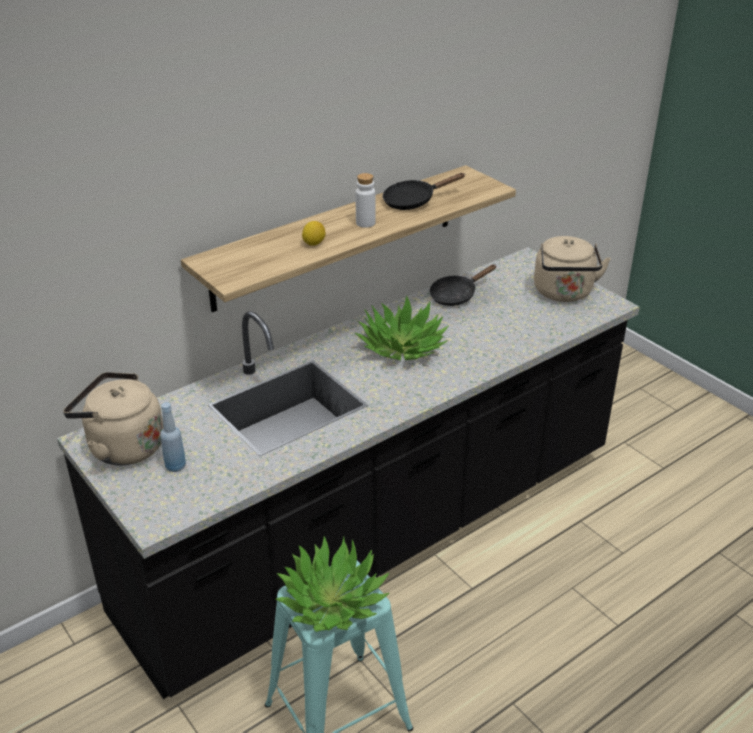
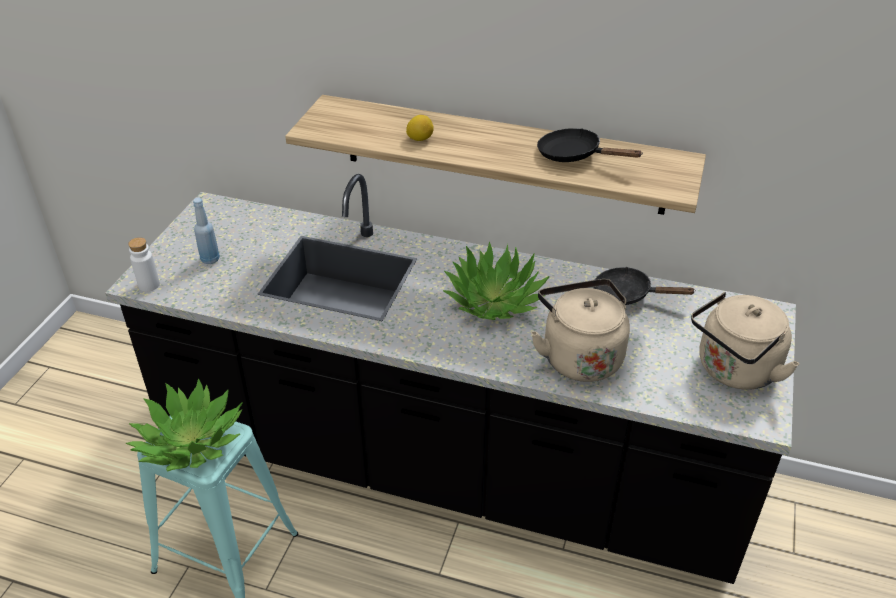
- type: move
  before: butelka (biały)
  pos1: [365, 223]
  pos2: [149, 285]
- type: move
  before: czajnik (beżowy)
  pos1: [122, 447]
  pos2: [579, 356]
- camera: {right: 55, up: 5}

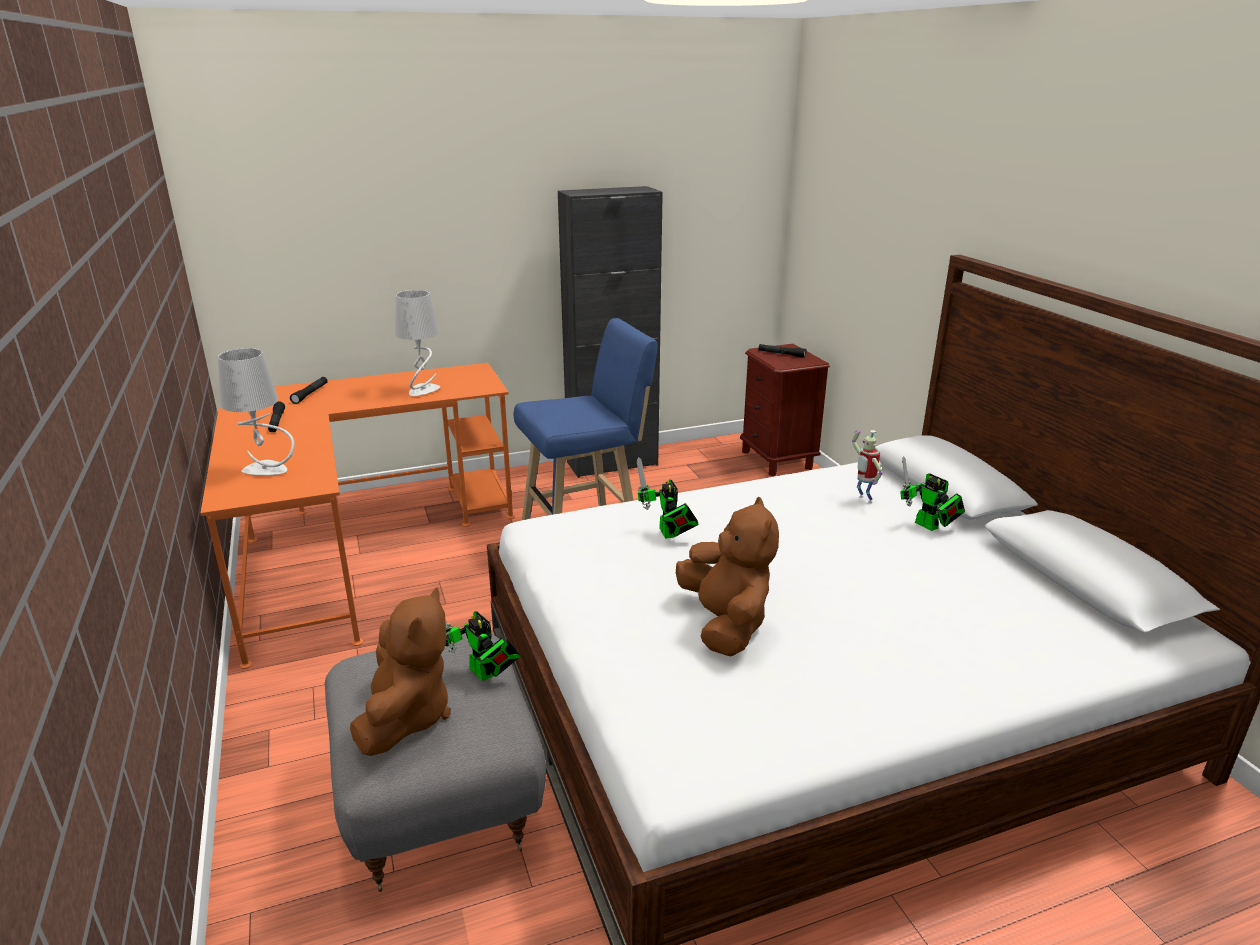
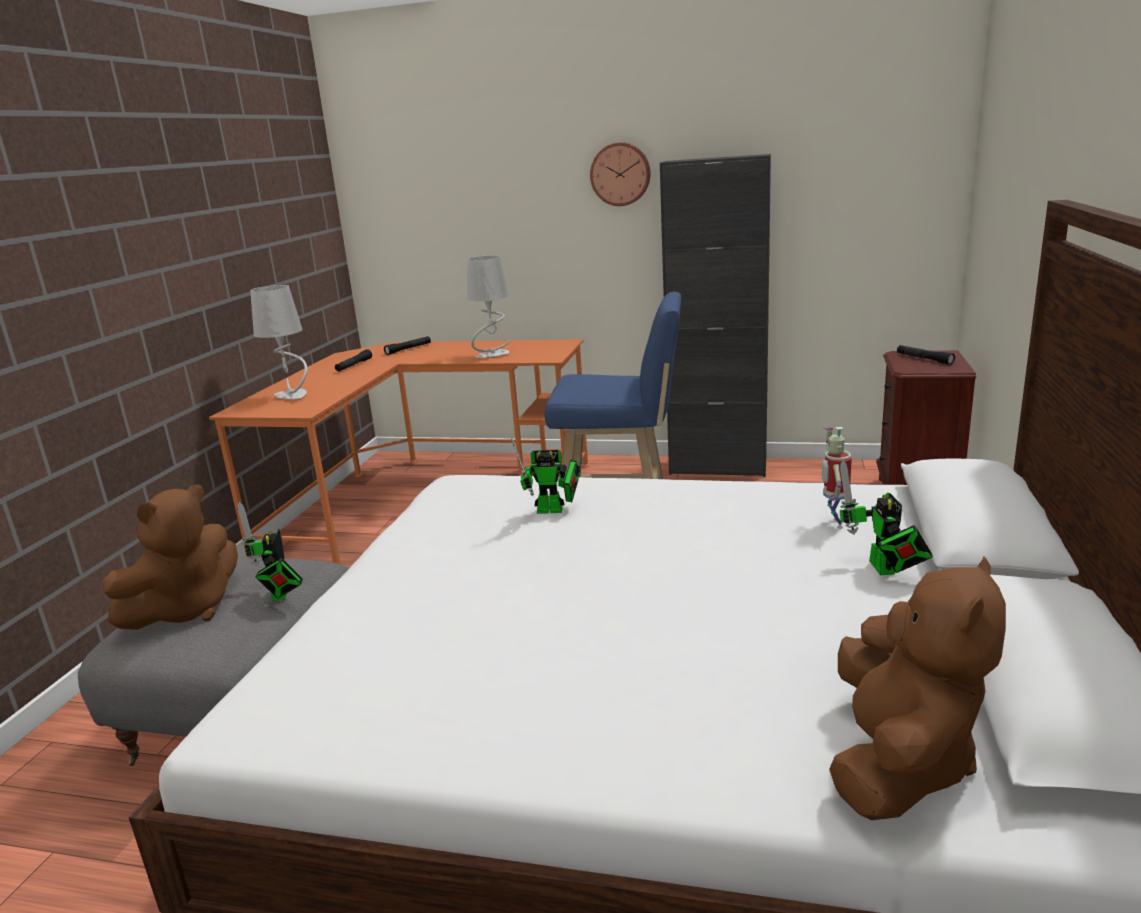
- type: rotate
  before: robot zabawkowy
  pos1: [668, 534]
  pos2: [554, 510]
  turn: -105
- type: insert
  after: zegar ścienny
  pos2: [620, 174]
- type: move
  before: pluszak (brązowy)
  pos1: [725, 624]
  pos2: [899, 762]
- camera: {right: 35, up: -5}

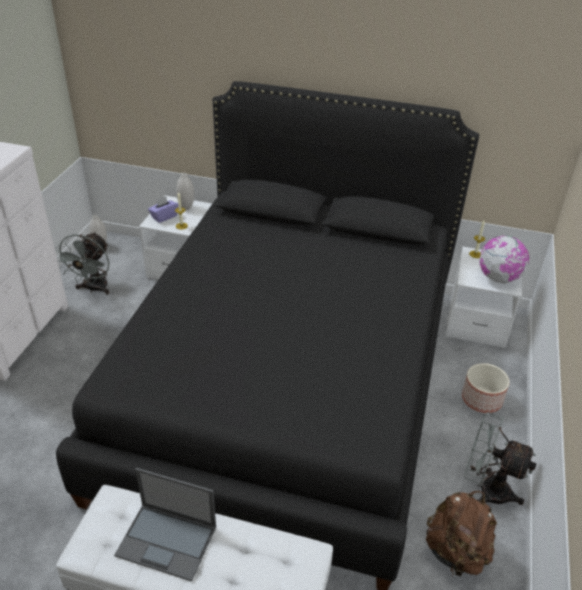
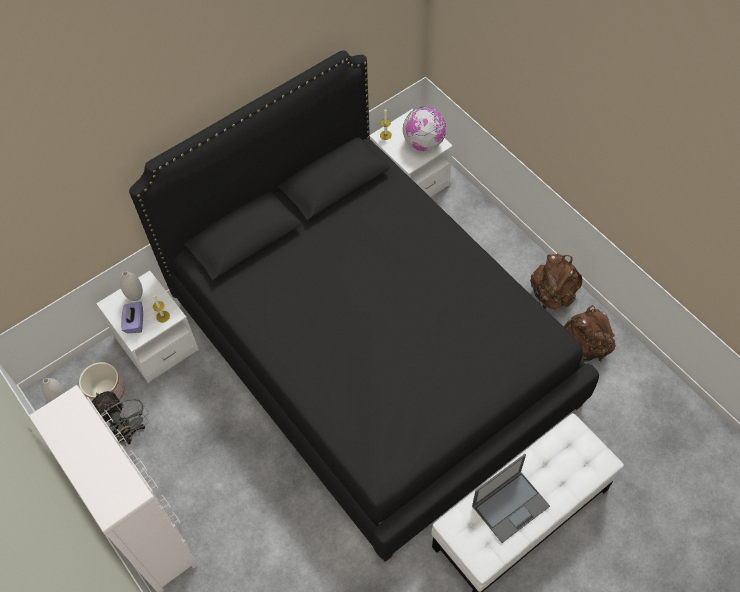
- type: move
  before: donica
  pos1: [482, 399]
  pos2: [106, 391]
- type: replace
  before: wentylator (szary)
  after: plecak (brązowy)
  pos1: [486, 489]
  pos2: [552, 295]
- camera: {right: -50, up: 20}

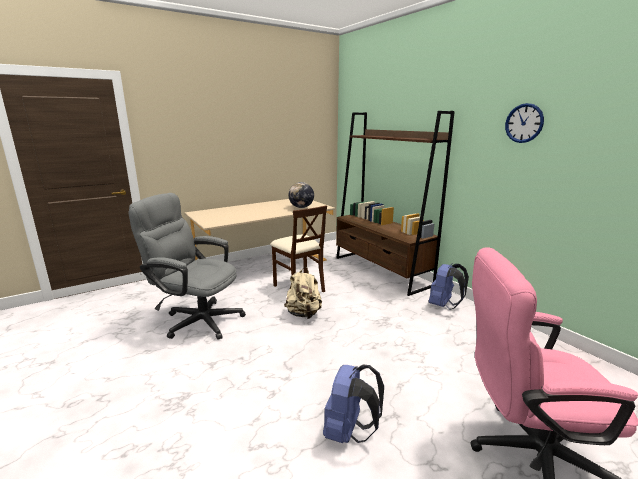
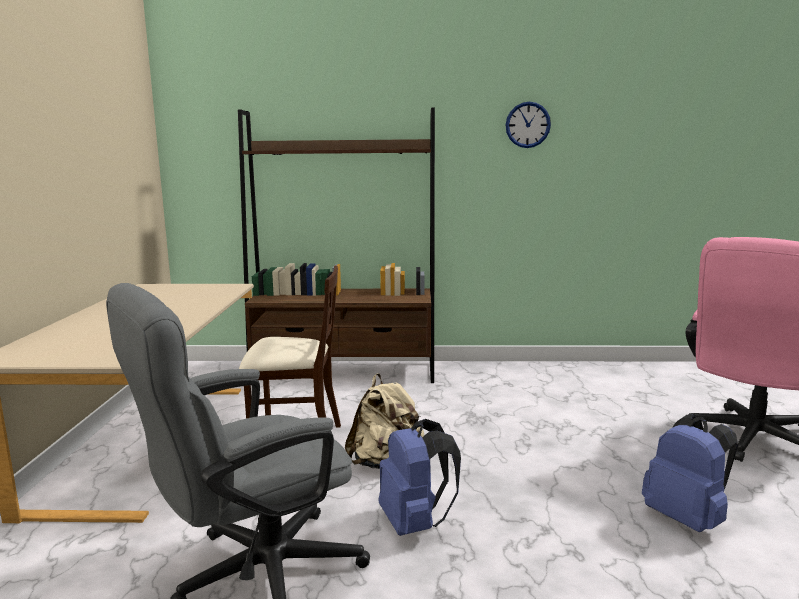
- type: move
  before: plecak (niebieski)
  pos1: [444, 305]
  pos2: [415, 523]
- type: delete
  before: globus
  pos1: [301, 207]
- camera: {right: -55, up: -5}

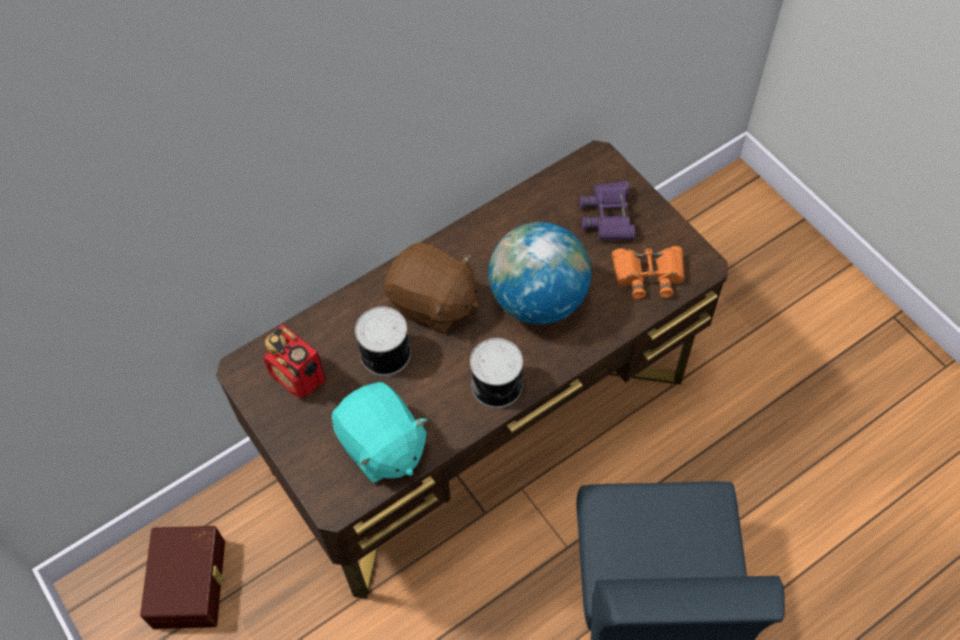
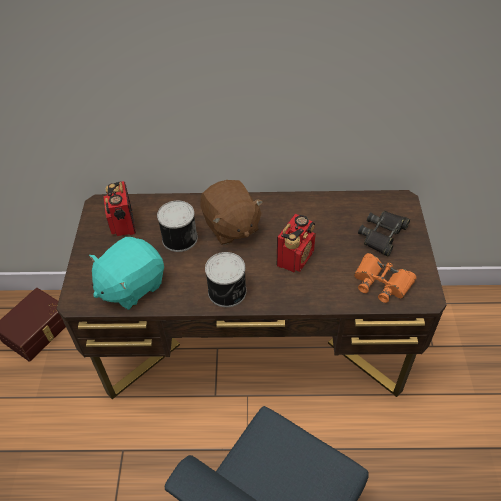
- type: rotate
  before: pluszak (turkusowy)
  pos1: [382, 446]
  pos2: [131, 286]
  turn: 45
- type: replace
  before: globus
  after: radio
  pos1: [538, 299]
  pos2: [295, 258]
- type: recolor
  before: lornetka (fioletowy)
  after: lornetka (czarny)
  pos1: [608, 215]
  pos2: [383, 235]
- camera: {right: 35, up: -10}

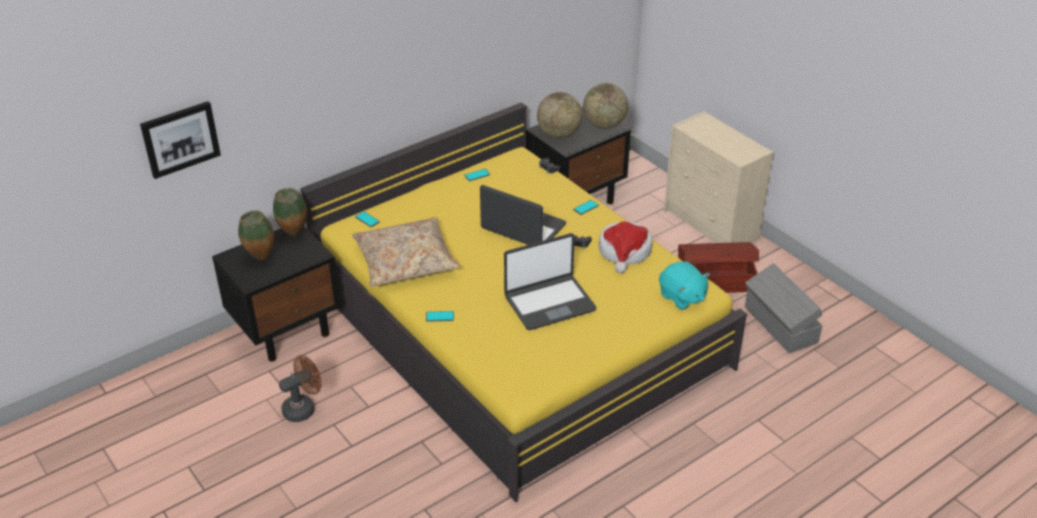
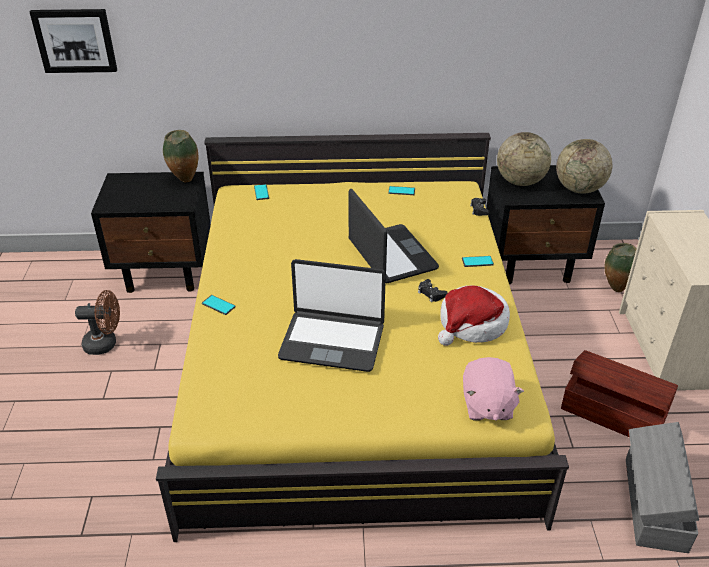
- type: recolor
  before: pluszak (turkusowy)
  after: pluszak (różowy)
  pos1: [682, 297]
  pos2: [487, 405]
- type: move
  before: wazon
  pos1: [260, 259]
  pos2: [615, 289]
- type: delete
  before: poduszka (beżowy)
  pos1: [406, 261]
- camera: {right: 35, up: 0}

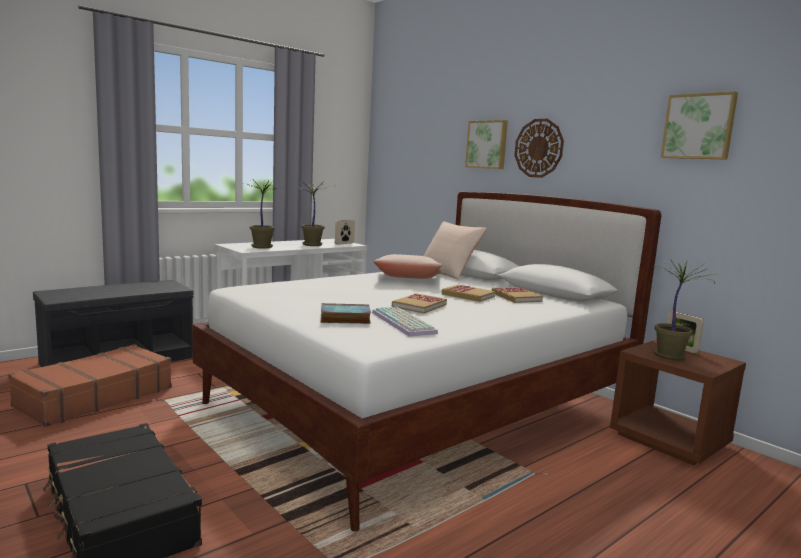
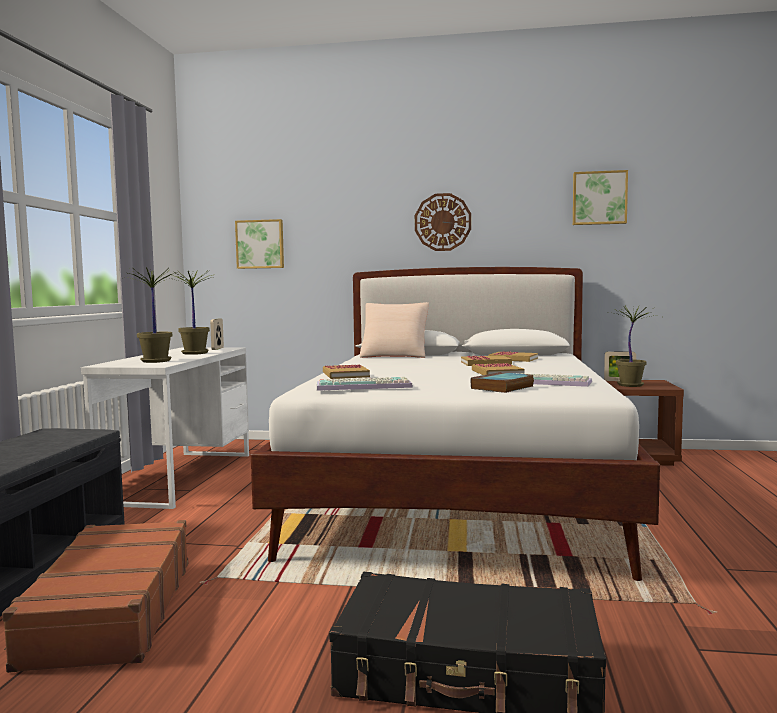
- type: move
  before: obraz
  pos1: [487, 144]
  pos2: [260, 244]
- type: insert
  after: klawiatura
  pos2: [365, 386]
- type: insert
  after: książka
  pos2: [345, 374]
- type: delete
  before: poduszka (beżowy)
  pos1: [408, 280]
- camera: {right: -40, up: -5}

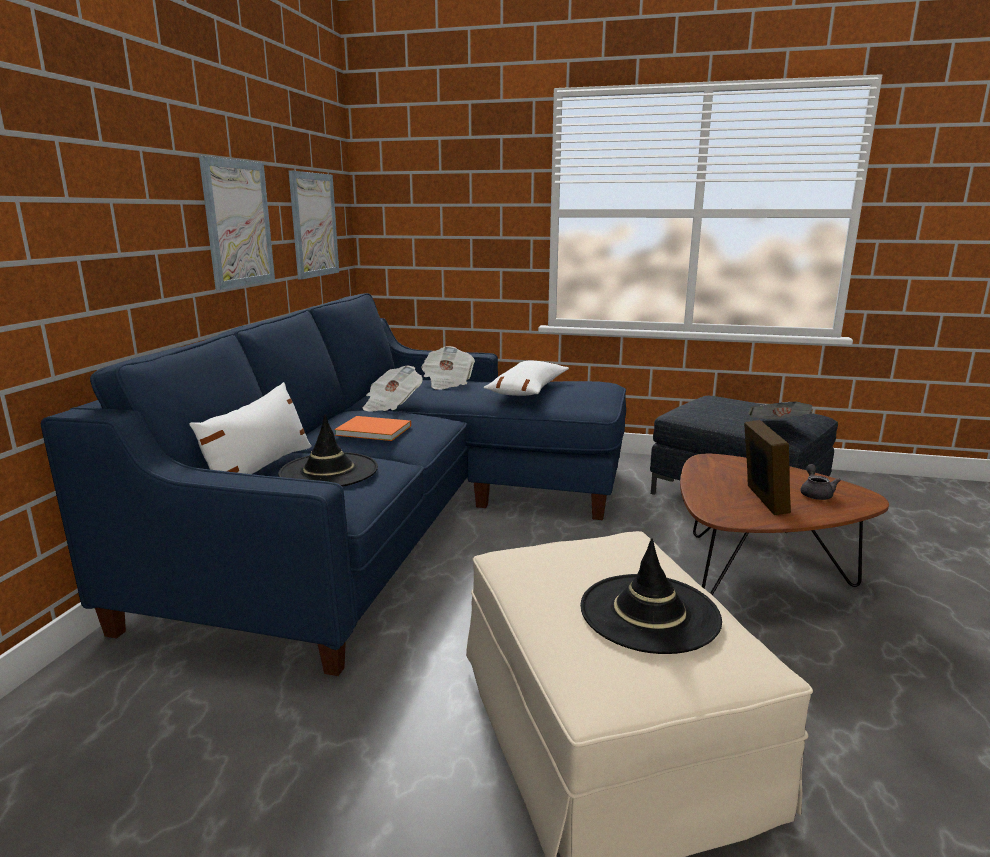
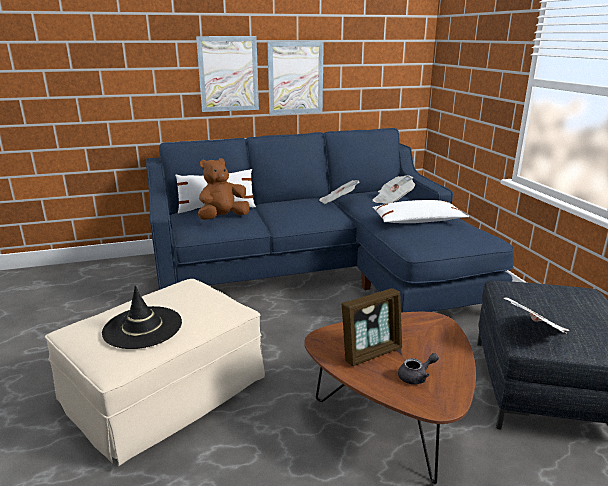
- type: move
  before: obraz
  pos1: [314, 225]
  pos2: [228, 74]
- type: replace
  before: kapelusz (czarny)
  after: pluszak (brązowy)
  pos1: [328, 471]
  pos2: [223, 218]
- type: delete
  before: książka (pomarańczowy)
  pos1: [372, 430]
- camera: {right: 60, up: 5}

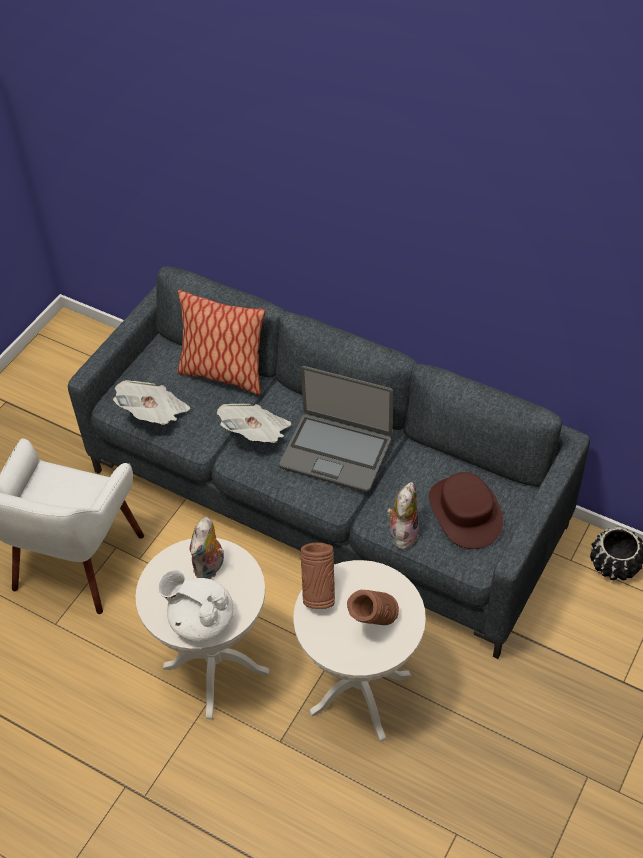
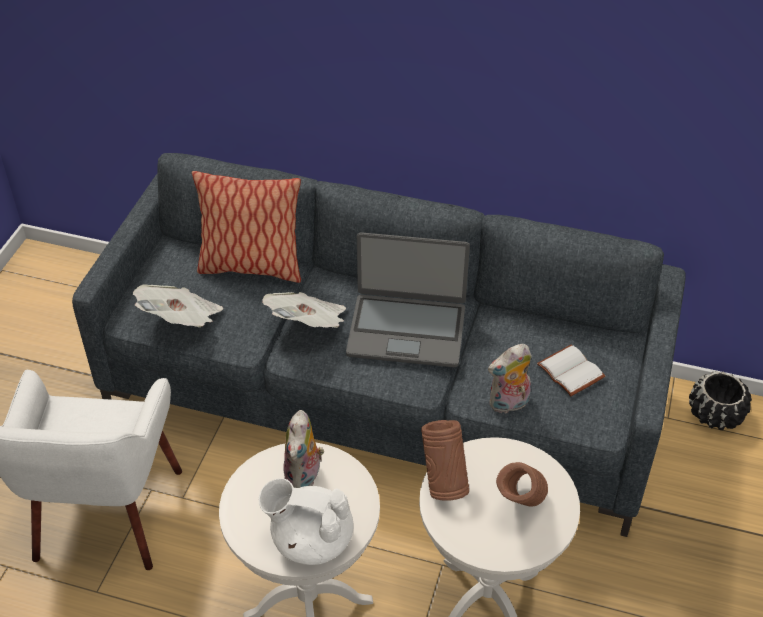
- type: rotate
  before: pluszak
  pos1: [402, 532]
  pos2: [508, 404]
  turn: -120
- type: replace
  before: kapelusz (brązowy)
  after: książka (biały)
  pos1: [465, 512]
  pos2: [572, 371]
- camera: {right: -15, up: -5}

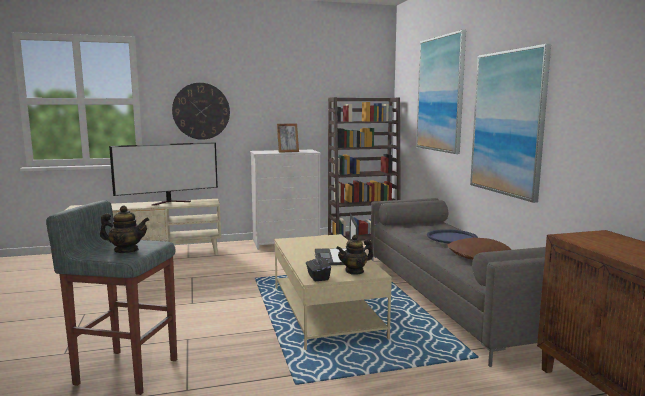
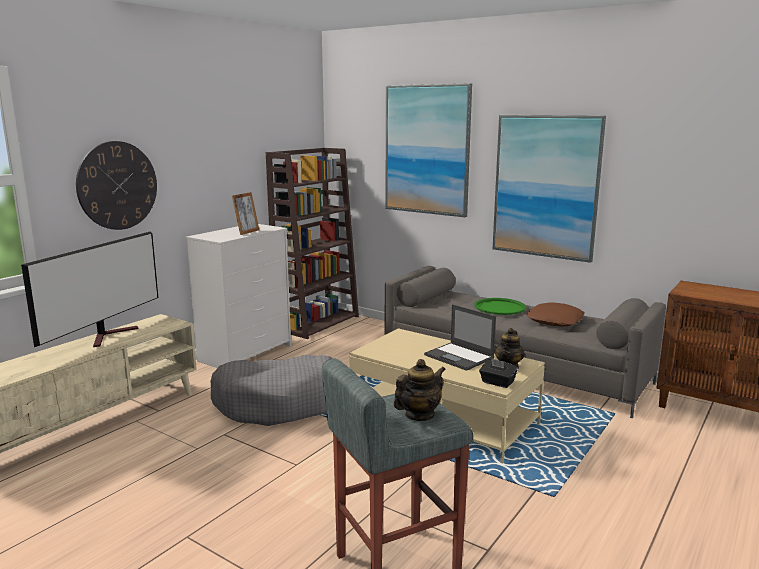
- type: insert
  after: legowisko (szary)
  pos2: [280, 403]
- type: recolor
  before: taca (niebieski)
  after: taca (zielony)
  pos1: [451, 237]
  pos2: [499, 307]
- camera: {right: -40, up: 5}

